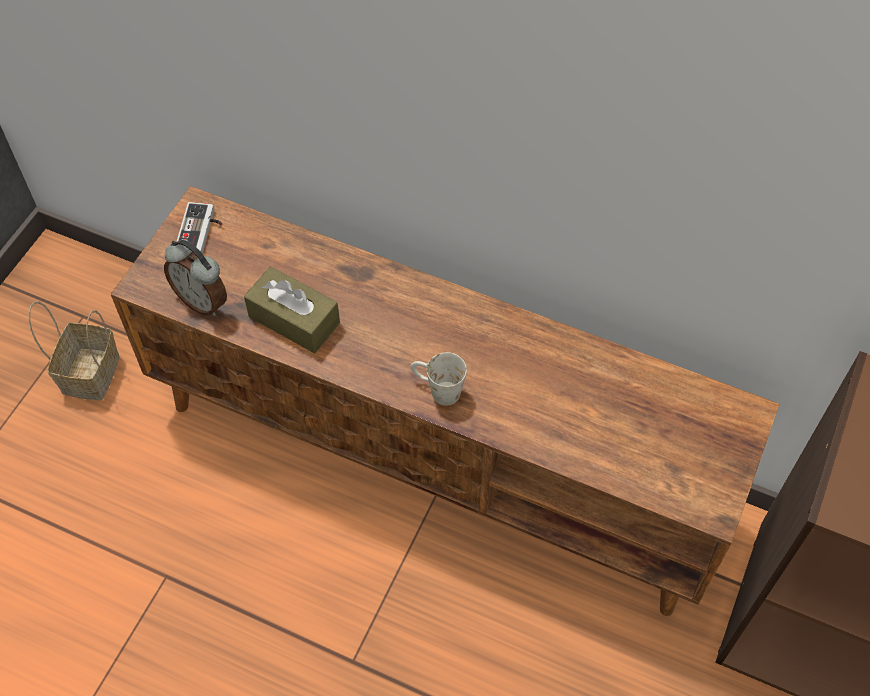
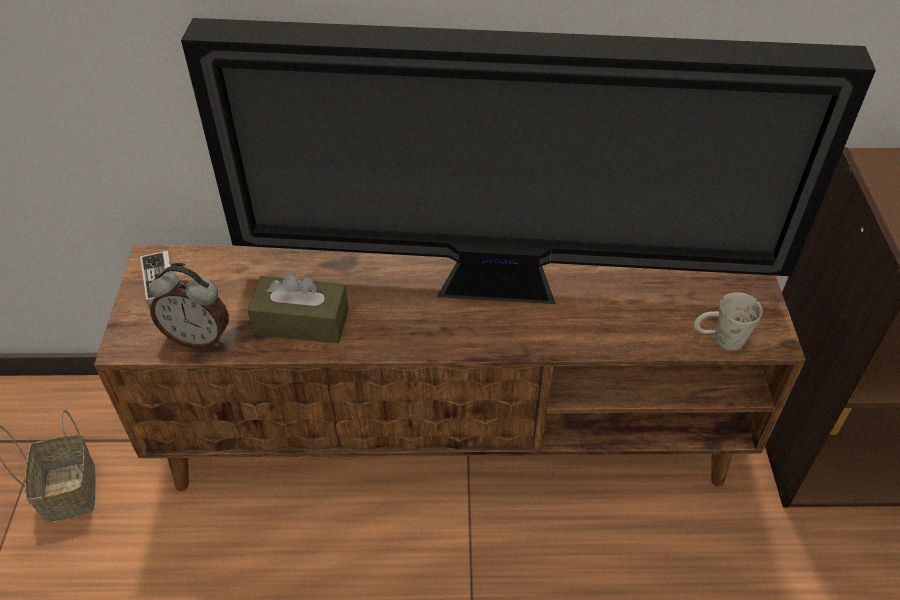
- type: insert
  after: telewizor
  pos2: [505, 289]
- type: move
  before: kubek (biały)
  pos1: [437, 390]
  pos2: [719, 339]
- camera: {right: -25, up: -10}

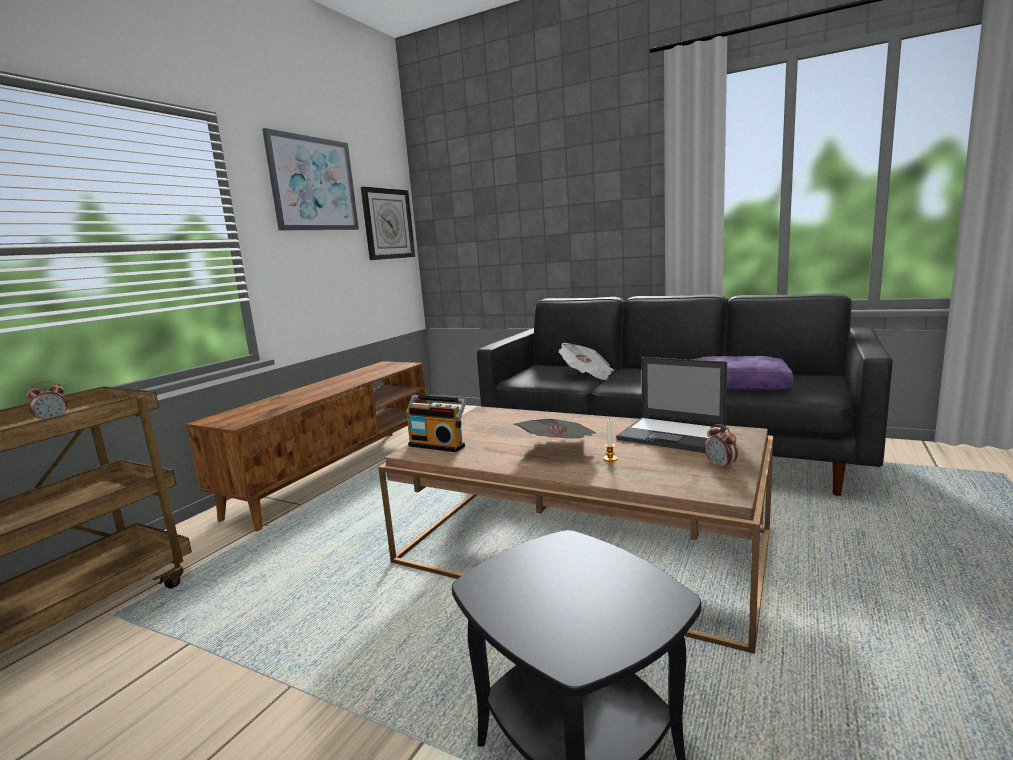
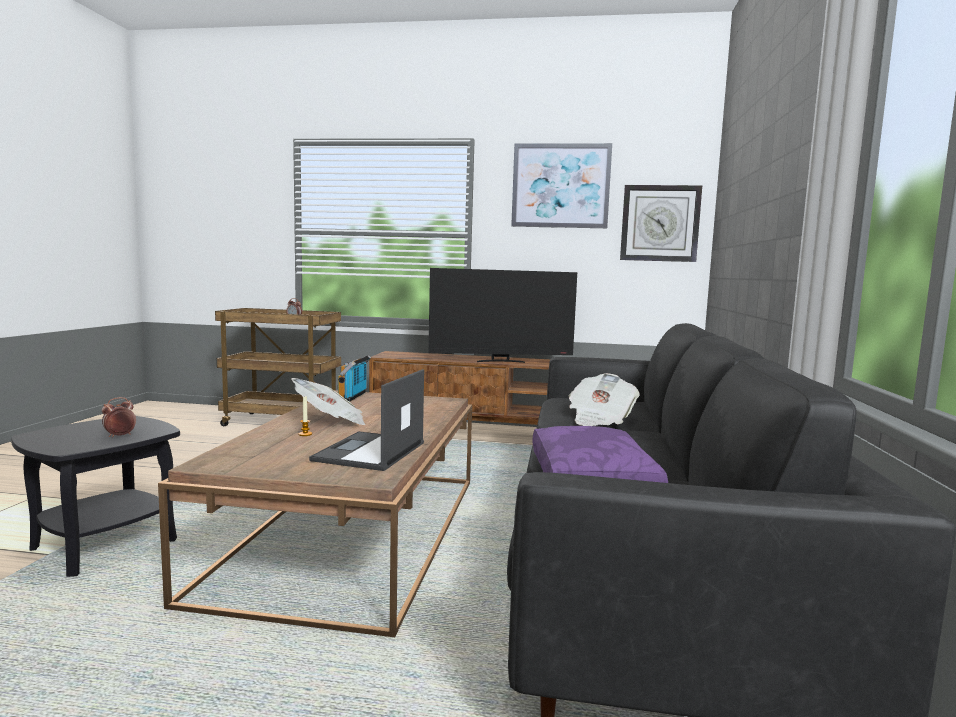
- type: move
  before: budzik
  pos1: [720, 466]
  pos2: [119, 436]
- type: insert
  after: telewizor
  pos2: [500, 361]
- camera: {right: 70, up: -5}

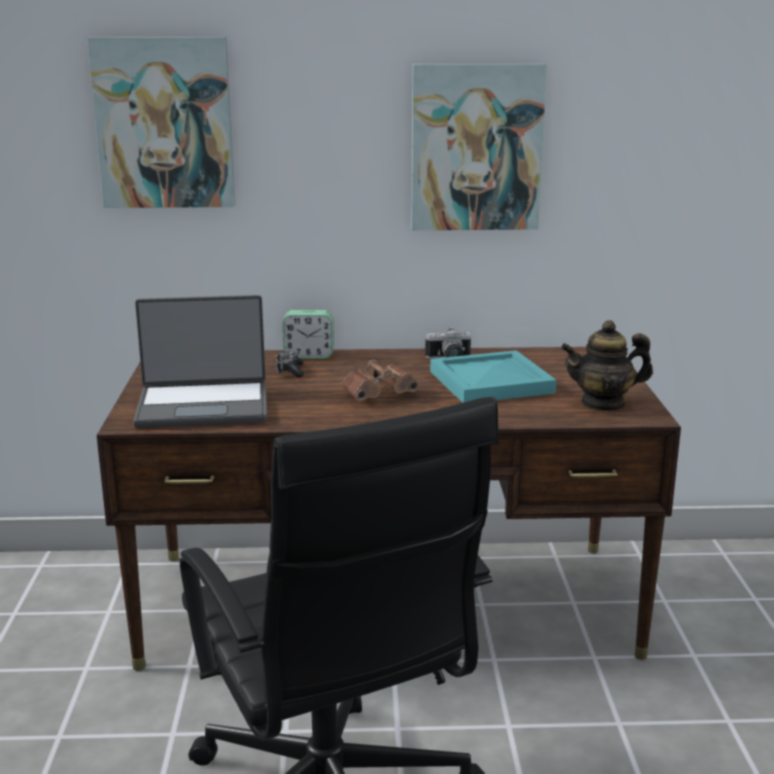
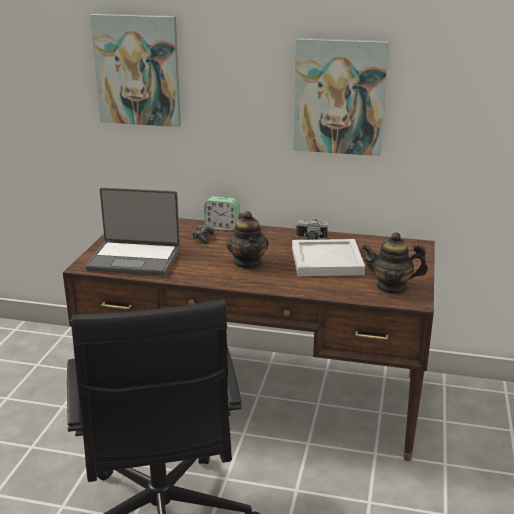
- type: replace
  before: lornetka (brązowy)
  after: imbryk
  pos1: [380, 395]
  pos2: [248, 263]
- type: recolor
  before: taca (turkusowy)
  after: taca (biały)
  pos1: [493, 382]
  pos2: [328, 261]
- camera: {right: 15, up: 5}

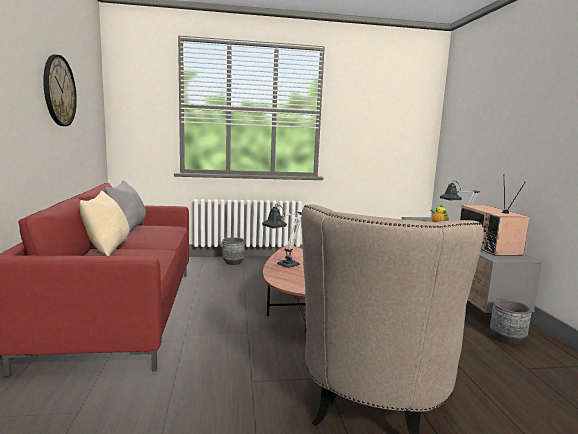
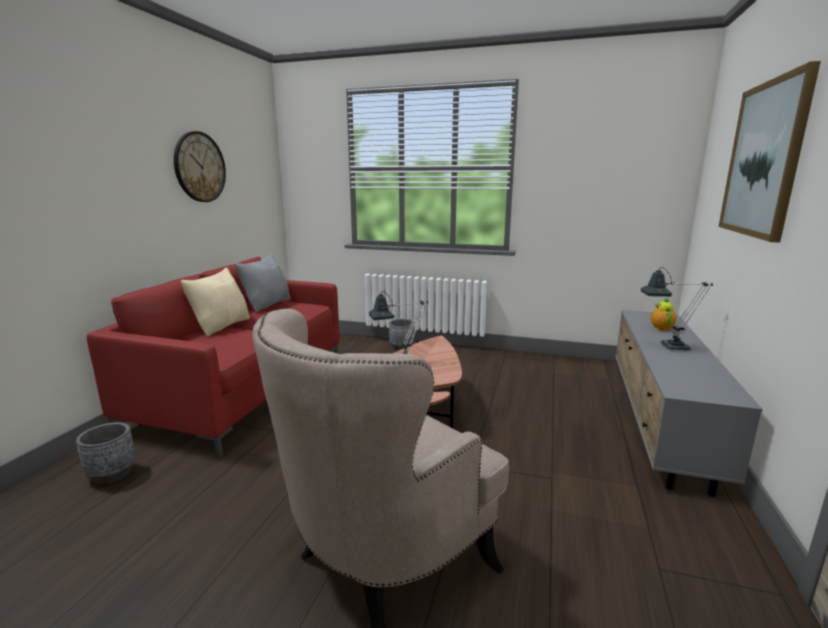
- type: move
  before: donica (szary)
  pos1: [506, 338]
  pos2: [112, 474]
- type: insert
  after: obraz
  pos2: [764, 159]
- type: delete
  before: telewizor
  pos1: [490, 246]
- camera: {right: 25, up: 5}

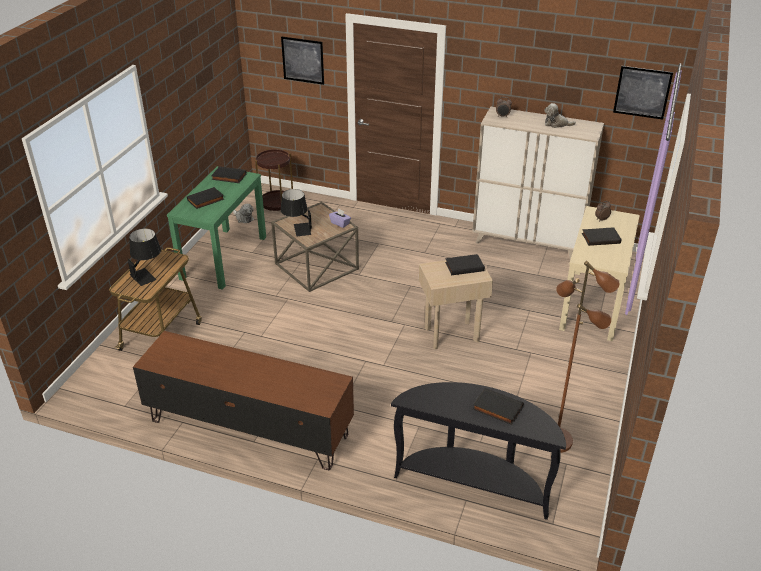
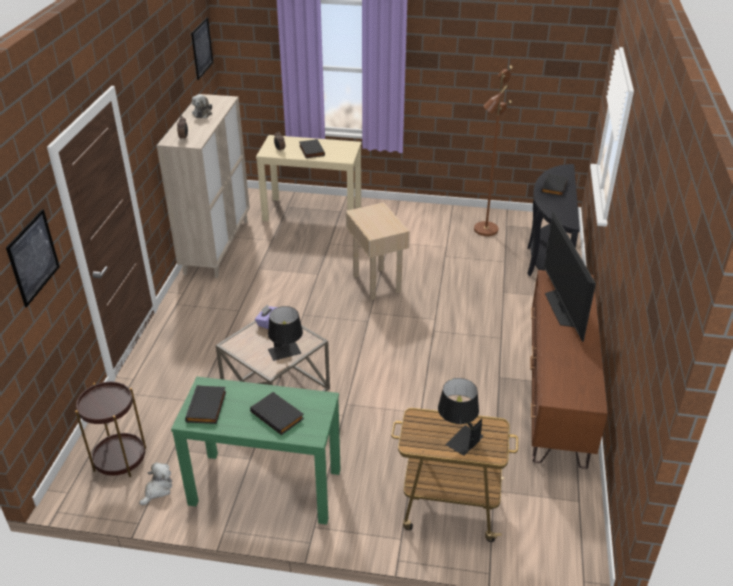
- type: insert
  after: telewizor
  pos2: [563, 308]
- type: delete
  before: książka (czarny)
  pos1: [464, 266]
- camera: {right: -100, up: 0}

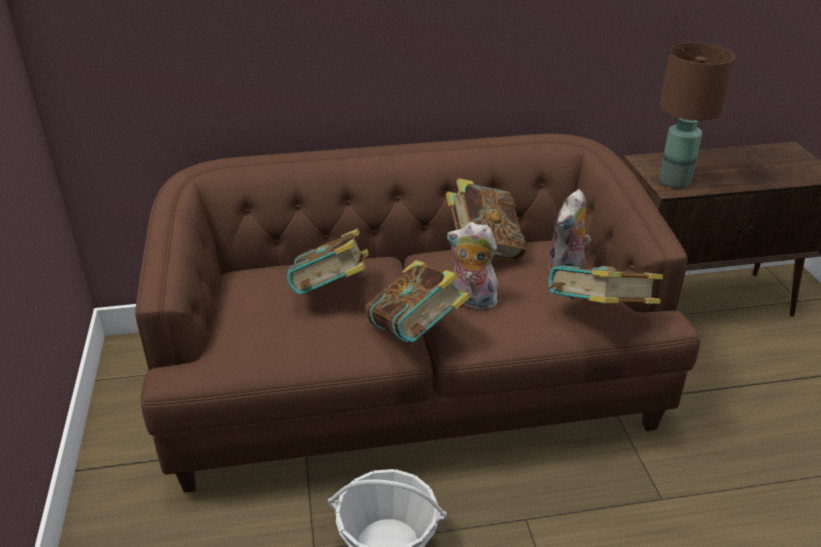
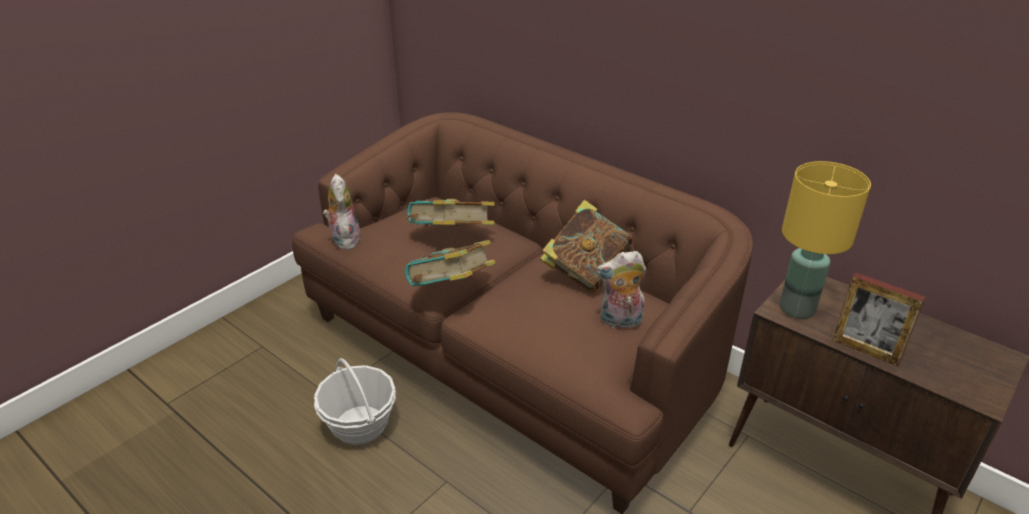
- type: move
  before: pluszak
  pos1: [471, 301]
  pos2: [344, 239]
- type: recolor
  before: lampa stołowa (brązowy)
  after: lampa stołowa (żółty)
  pos1: [675, 181]
  pos2: [797, 309]
- type: insert
  after: ramka na zdjęcie
  pos2: [865, 350]
- type: delete
  before: książka
  pos1: [598, 315]
- camera: {right: 50, up: 0}

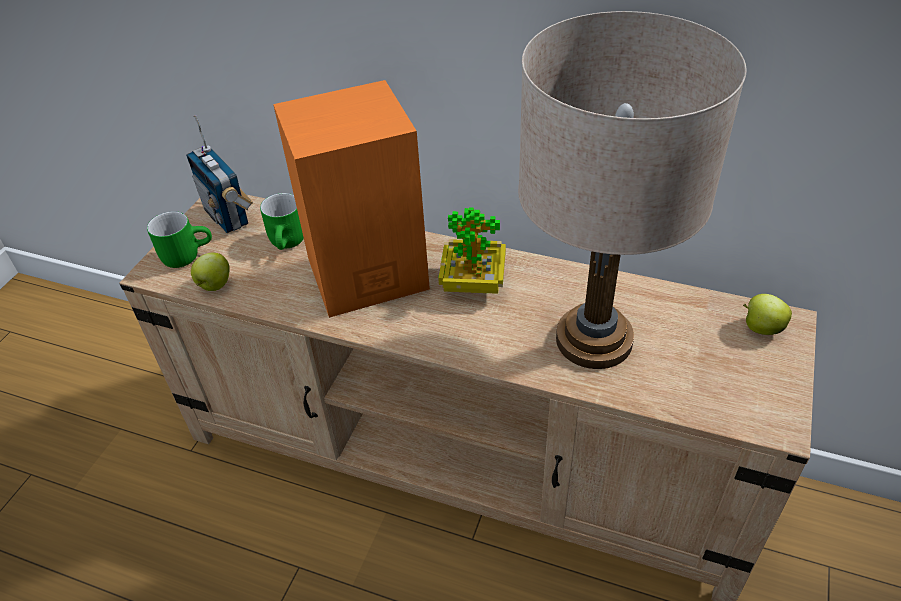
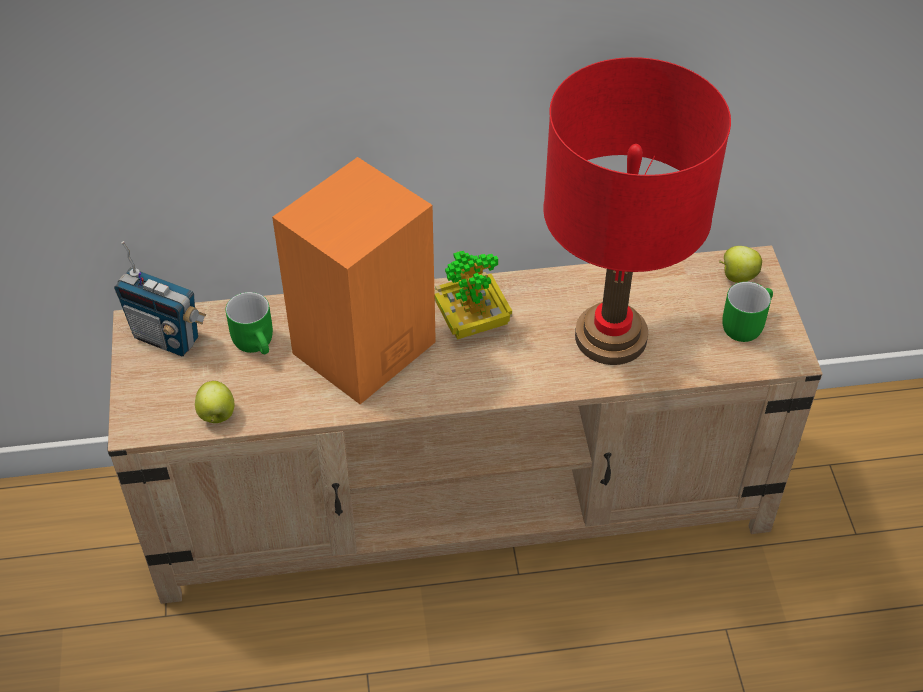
- type: recolor
  before: lampa stołowa (beżowy)
  after: lampa stołowa (czerwony)
  pos1: [594, 340]
  pos2: [611, 337]
- type: move
  before: kubek (zielony)
  pos1: [186, 254]
  pos2: [744, 323]
- camera: {right: -30, up: 5}

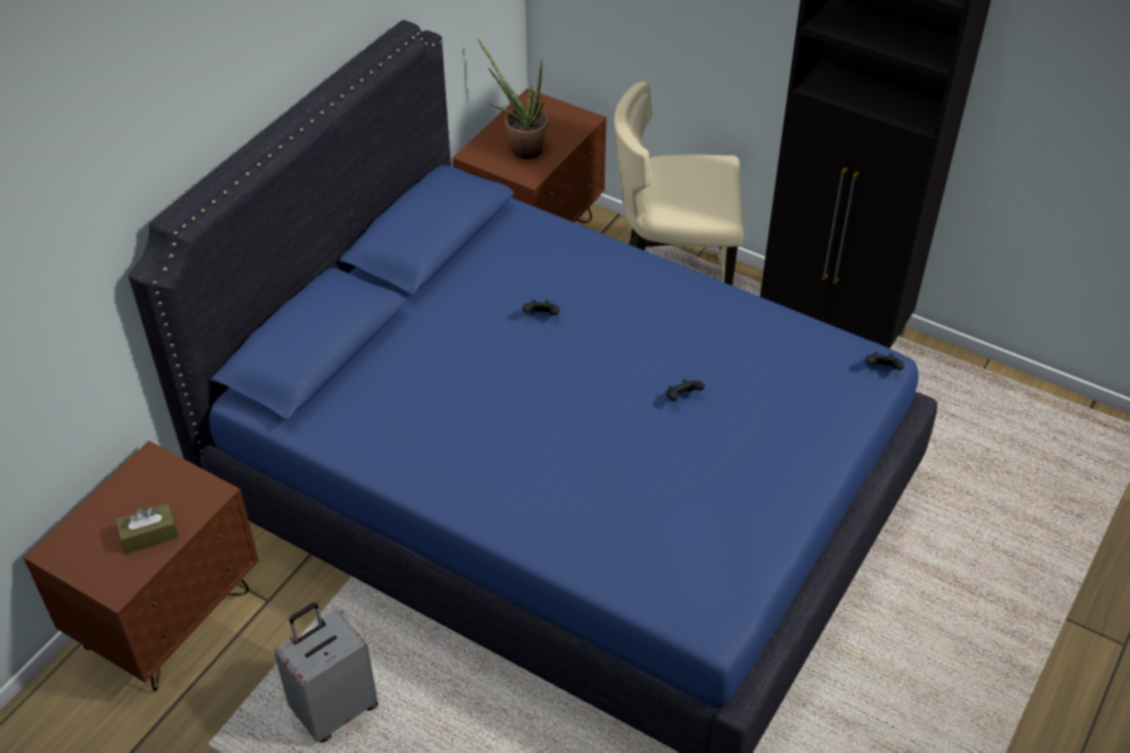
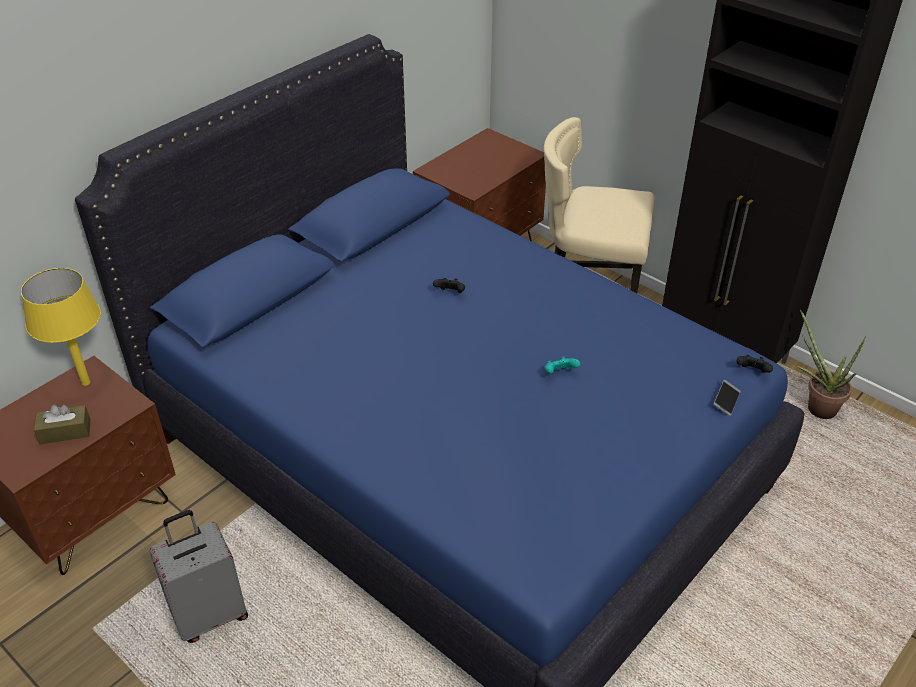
- type: insert
  after: lampa stołowa (żółty)
  pos2: [85, 382]
- type: recolor
  before: pad do gier (czarny)
  after: pad do gier (turkusowy)
  pos1: [682, 398]
  pos2: [559, 374]
- type: insert
  after: telefon
  pos2: [726, 401]
- type: move
  before: roślina doniczkowa
  pos1: [521, 147]
  pos2: [815, 406]
- camera: {right: 10, up: -5}

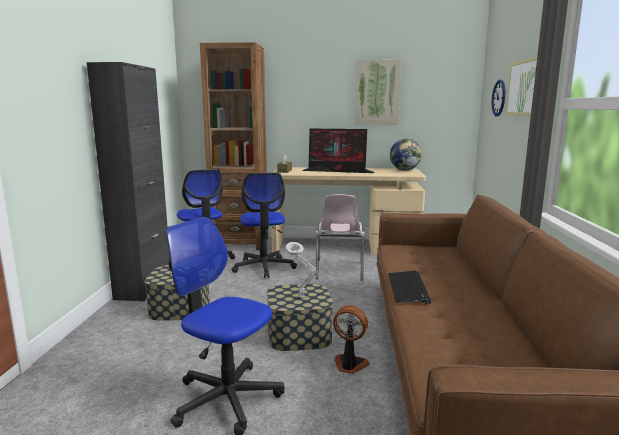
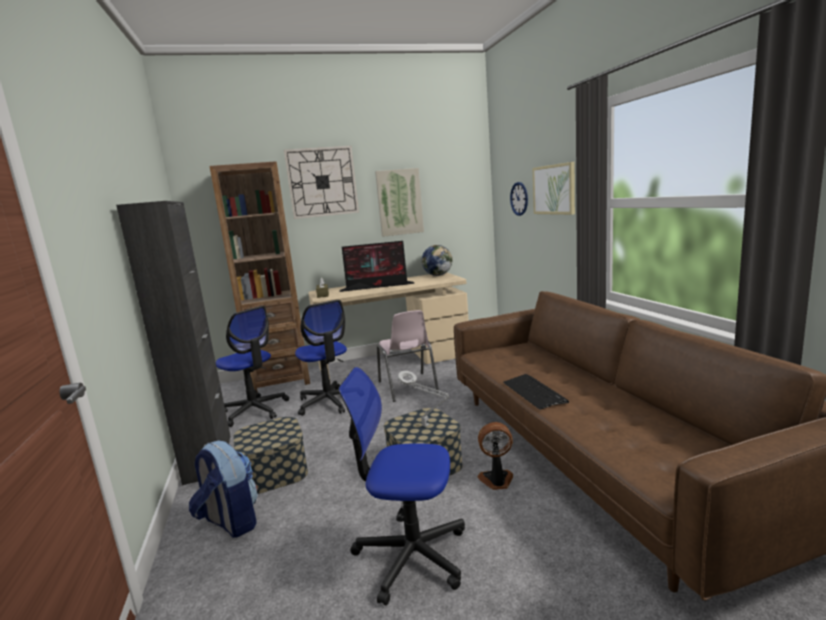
- type: insert
  after: plecak
  pos2: [230, 522]
- type: insert
  after: zegar ścienny
  pos2: [322, 182]
- camera: {right: -20, up: 0}

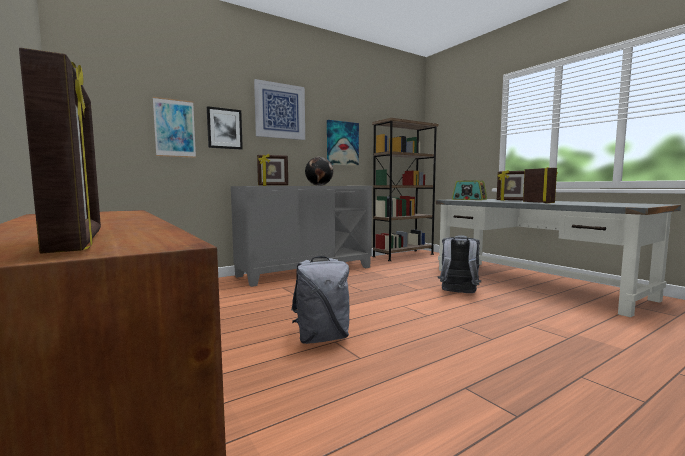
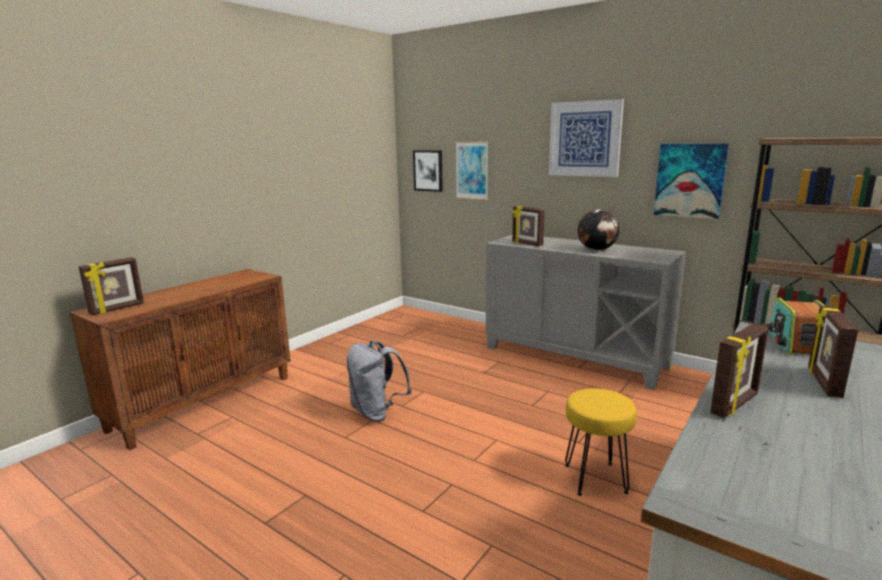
- type: move
  before: obraz
  pos1: [224, 128]
  pos2: [428, 170]
- type: replace
  before: plecak (szary)
  after: stołek (żółty)
  pos1: [458, 293]
  pos2: [594, 478]
- camera: {right: 70, up: 10}

